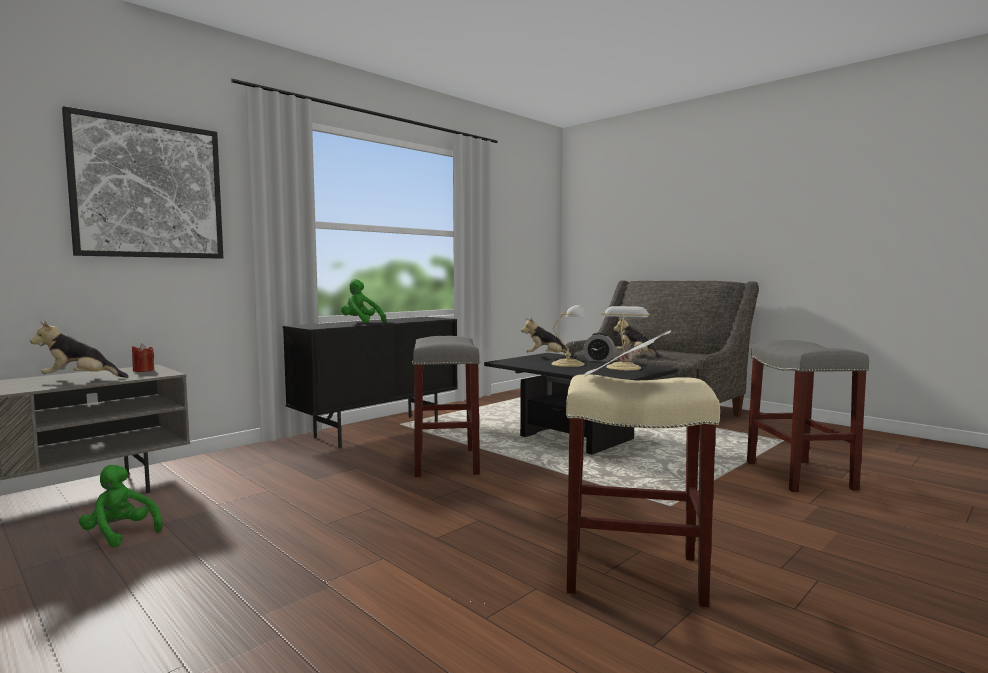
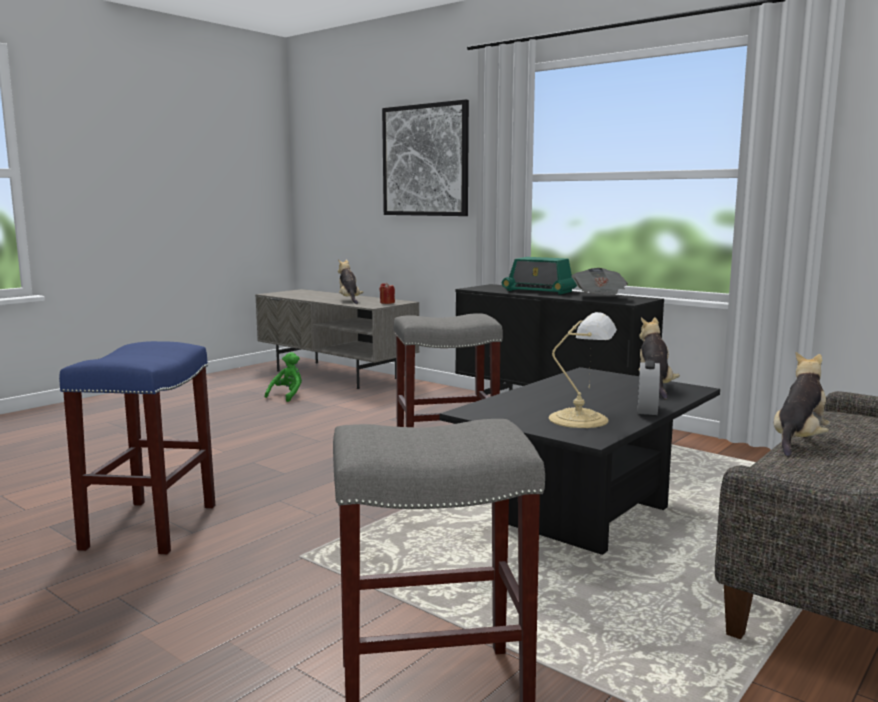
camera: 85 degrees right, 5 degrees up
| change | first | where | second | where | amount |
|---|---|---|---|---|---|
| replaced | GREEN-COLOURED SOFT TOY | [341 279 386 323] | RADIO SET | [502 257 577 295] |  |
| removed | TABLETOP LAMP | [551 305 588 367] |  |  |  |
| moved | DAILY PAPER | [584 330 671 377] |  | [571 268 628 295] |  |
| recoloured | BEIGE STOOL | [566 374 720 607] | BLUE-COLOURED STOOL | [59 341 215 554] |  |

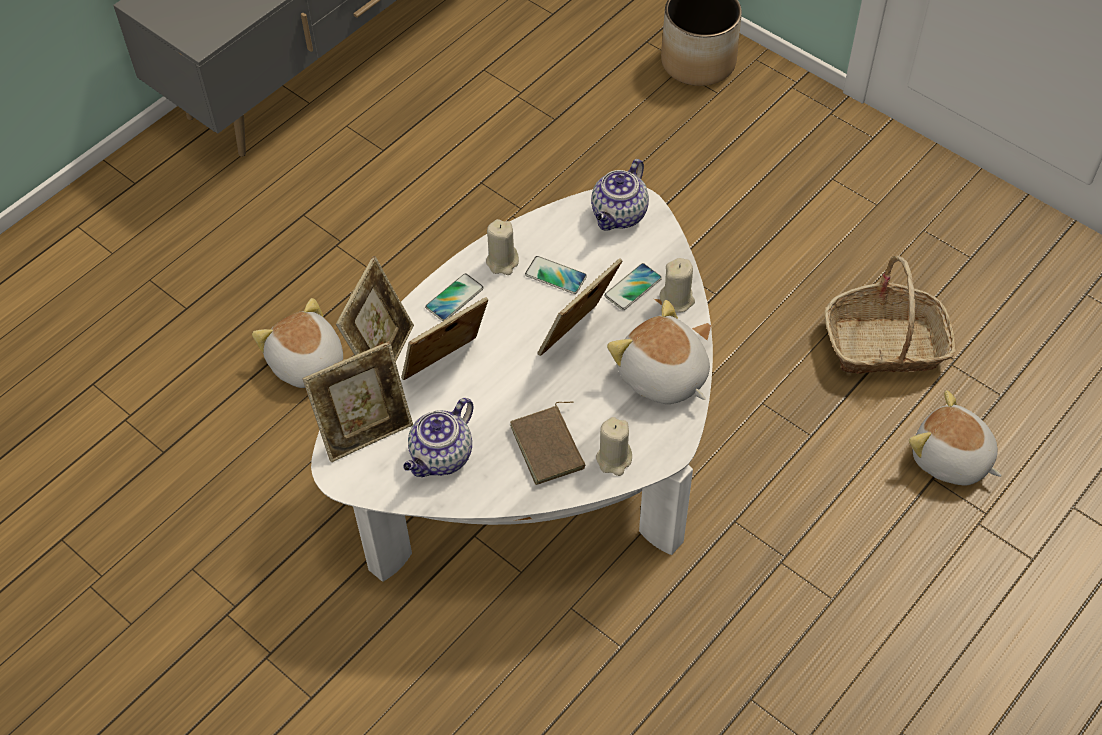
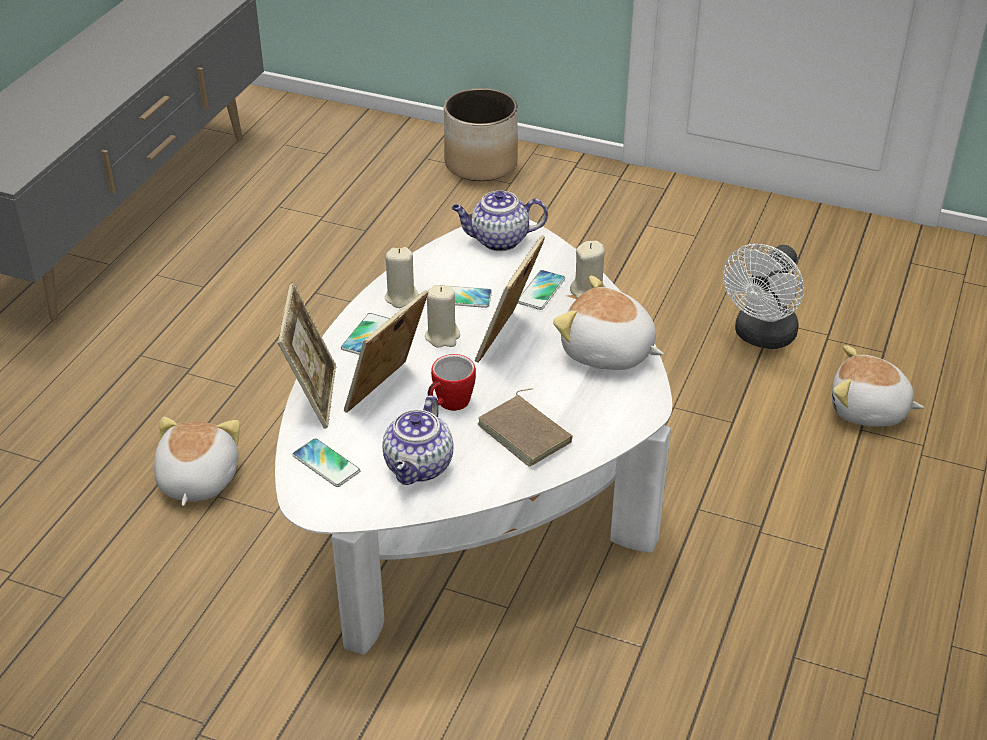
camera: 20 degrees left, 15 degrees down
| change | first | where | second | where | amount |
|---|---|---|---|---|---|
| turned | POT FOR TEA | [591 159 649 231] |  | [452 191 548 251] | 75 degrees clockwise |
| replaced | BASKET | [824 256 957 374] | WHITE FAN | [723 244 804 349] |  |
| turned | SOFT TOY | [252 298 343 388] |  | [154 417 240 506] | 60 degrees clockwise |
| replaced | PICTURE FRAME | [302 341 413 462] | PHONE | [293 438 360 487] |  |
| moved | BEIGE CANDLE | [596 417 632 476] |  | [425 285 460 348] |  |
| added |  |  | TEA MUG | [428 354 476 411] |  |

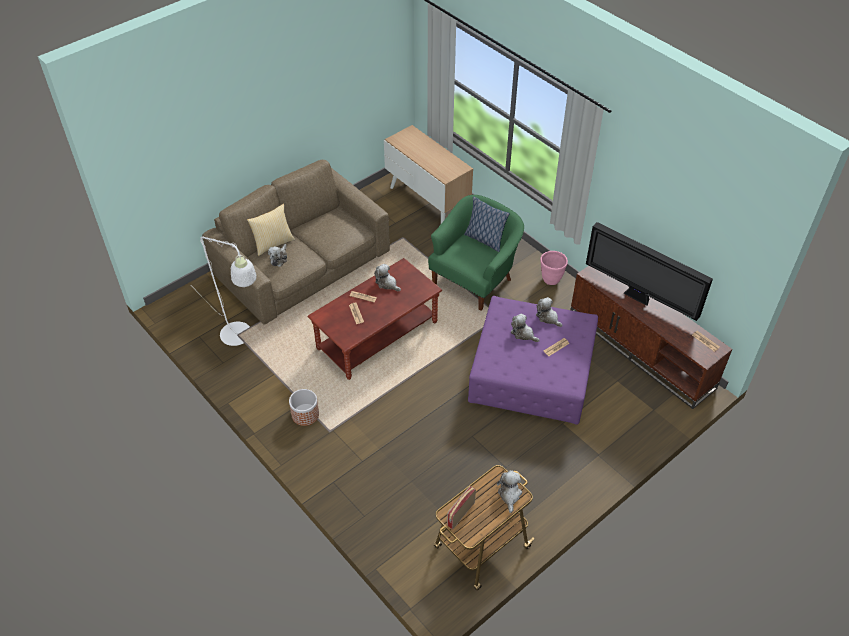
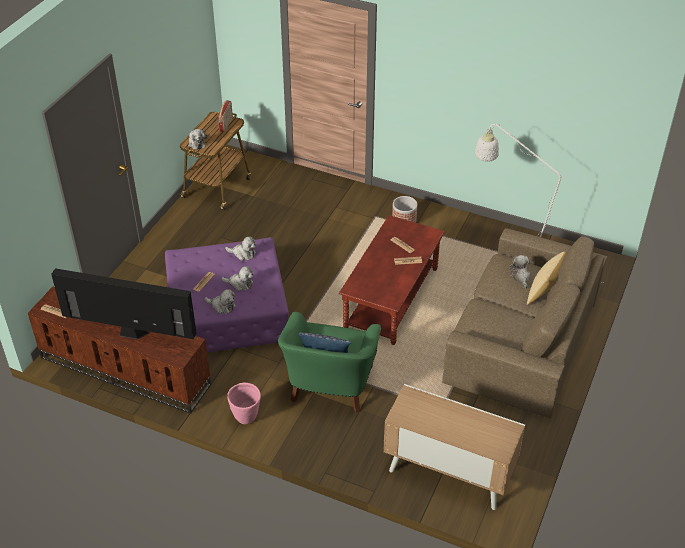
camera: 155 degrees right, 5 degrees down
| change | first | where | second | where | amount |
|---|---|---|---|---|---|
| moved | SOFT TOY | [374 264 401 291] |  | [225 236 256 261] |  |

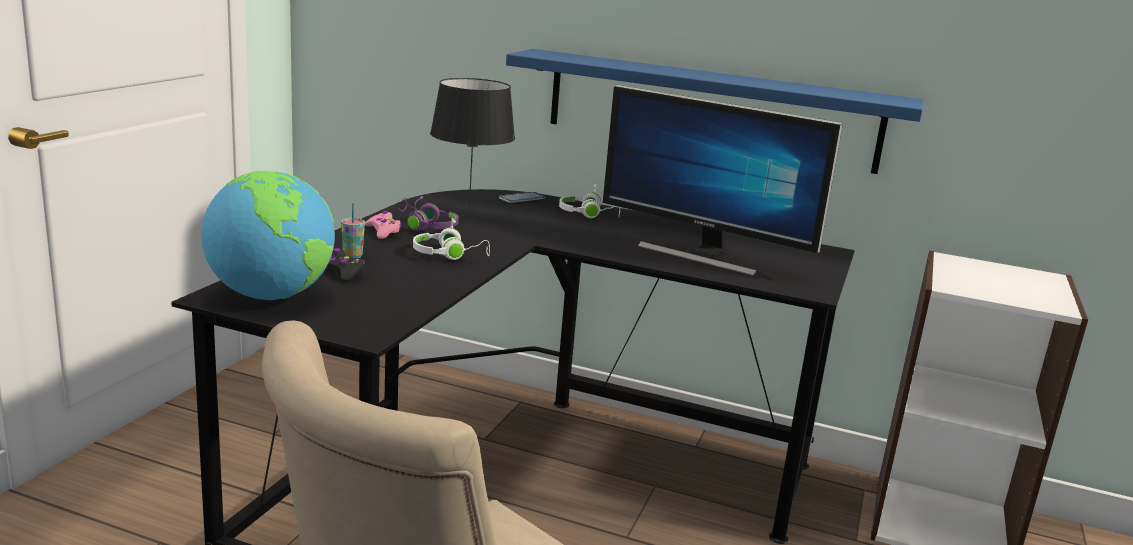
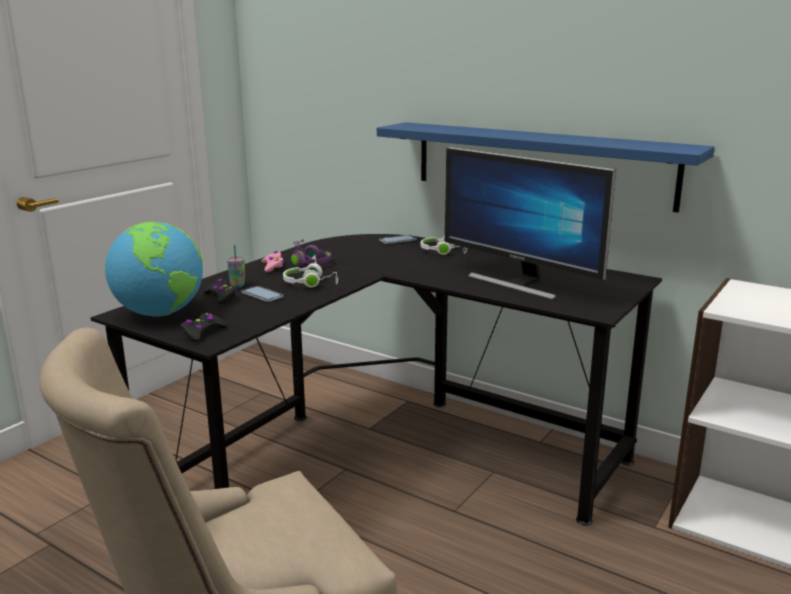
camera: 15 degrees right, 0 degrees up
| change | first | where | second | where | amount |
|---|---|---|---|---|---|
| removed | BLACK-COLOURED TABLETOP LAMP | [430 78 515 210] |  |  |  |
| added |  |  | PHONE | [242 286 283 302] |  |
| added |  |  | BLACK-COLOURED GAMEPAD | [181 312 227 342] |  |

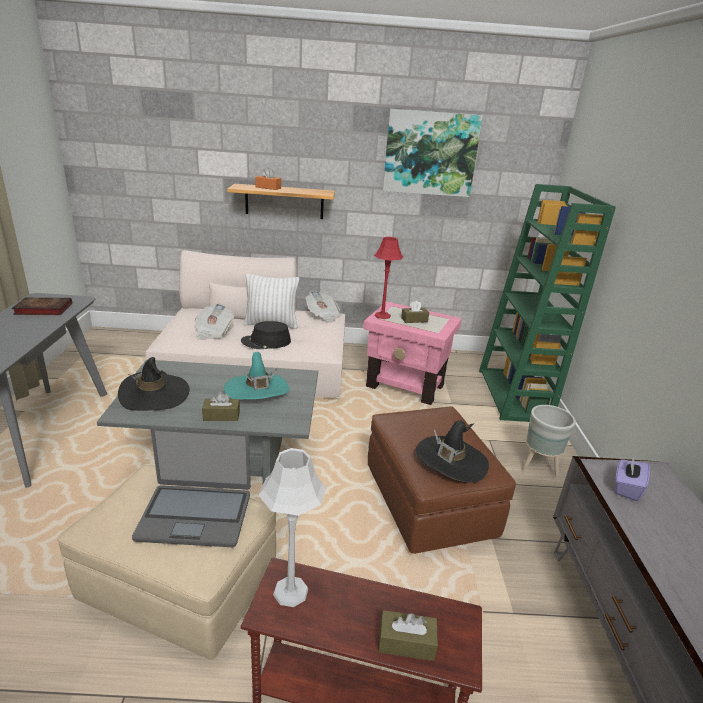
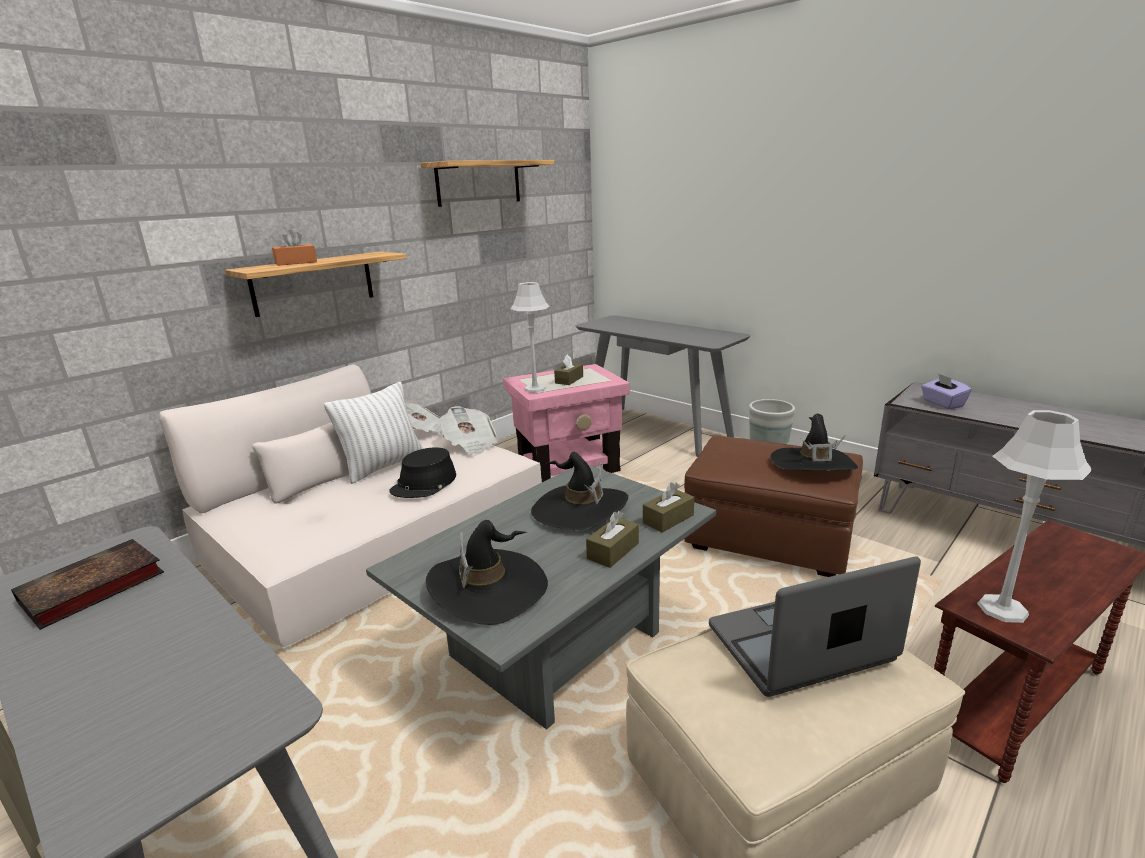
camera: 45 degrees left, 5 degrees down
| change | first | where | second | where | amount |
|---|---|---|---|---|---|
| replaced | PICTURE | [383 109 483 197] | SHELF | [420 160 554 207] |  |
| replaced | GREEN-COLOURED SHELVING UNIT | [479 184 616 422] | GRAY HALL TABLE | [576 315 750 457] |  |
| recoloured | REDDISH TABLETOP LAMP | [374 237 403 319] | GRAY TABLETOP LAMP | [510 282 549 392] |  |
| moved | DAILY PAPER | [194 303 234 340] |  | [440 406 498 456] |  |
| recoloured | TURQUOISE-COLOURED HAT | [224 352 290 400] | BLACK-COLOURED HAT | [531 452 628 530] |  |
| turned | PORTABLE COMPUTER | [132 427 251 547] |  | [709 556 921 697] | 150 degrees counterclockwise |
| moved | BROWN-COLOURED TISSUE HOLDER | [378 610 438 661] |  | [643 482 694 533] |  |

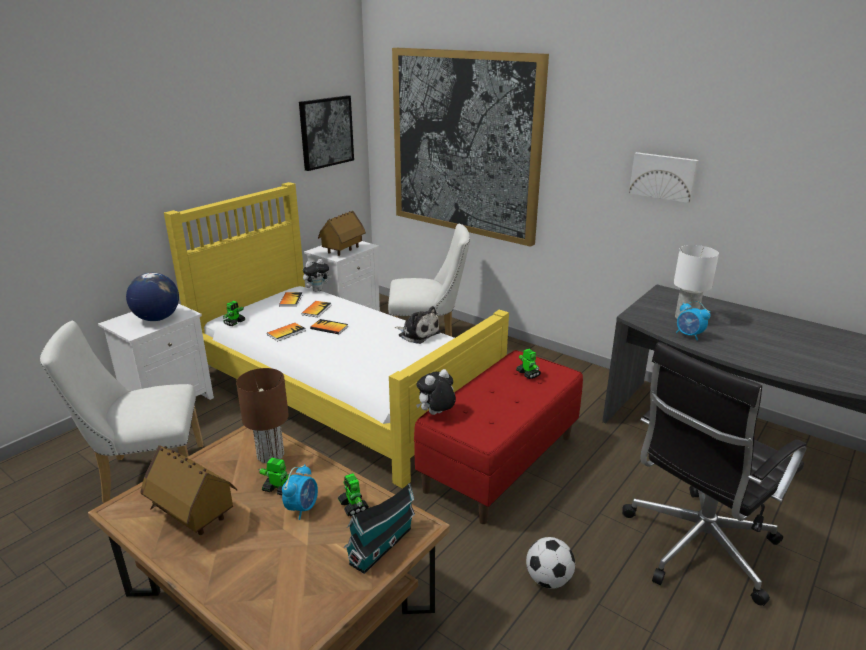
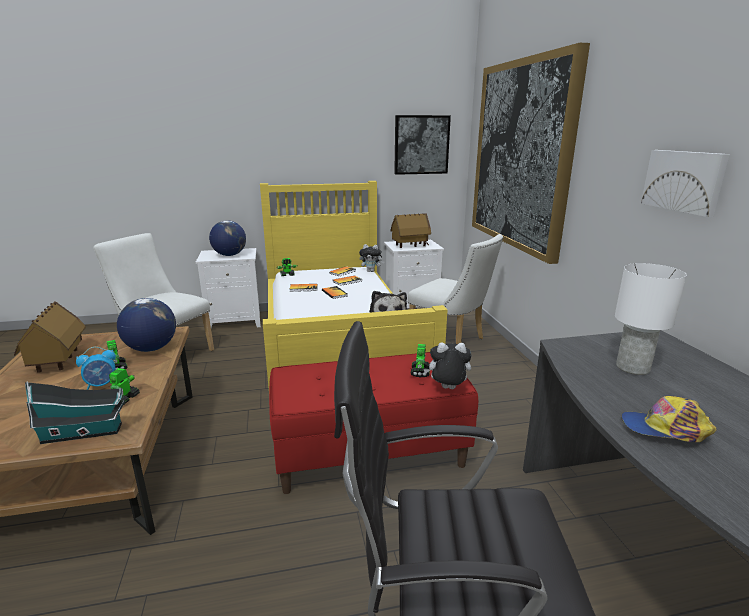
camera: 40 degrees right, 5 degrees down
| change | first | where | second | where | amount |
|---|---|---|---|---|---|
| removed | TABLE CLOCK | [676 301 710 340] |  |  |  |
| replaced | BROWN-COLOURED TABLETOP LAMP | [236 368 289 463] | WORLD GLOBE | [117 298 176 352] |  |
| moved | SOFT TOY | [416 369 456 415] |  | [424 342 472 389] |  |
| removed | FOOTBALL | [526 537 575 589] |  |  |  |
| added |  |  | CAP | [621 396 717 442] |  |

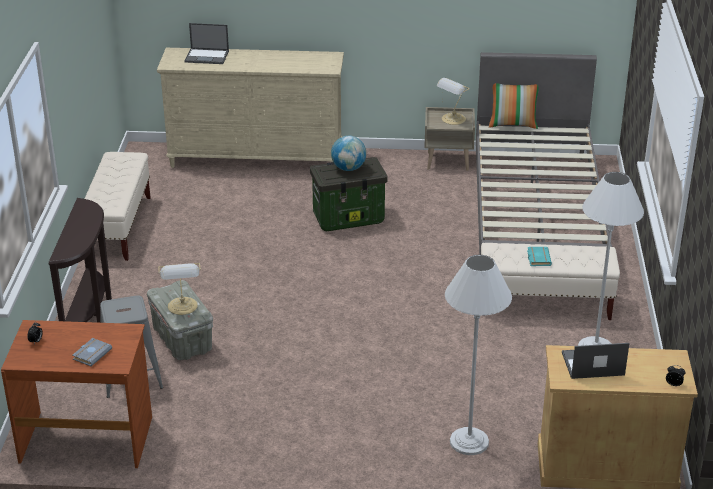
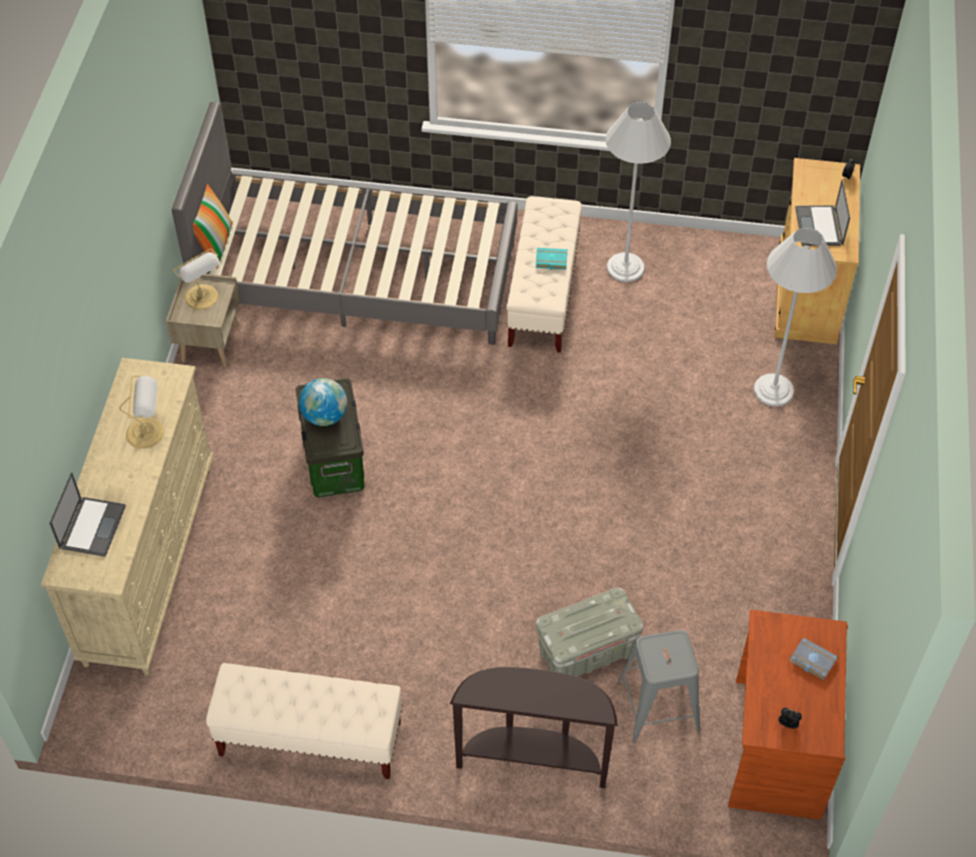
camera: 85 degrees left, 20 degrees up
| change | first | where | second | where | amount |
|---|---|---|---|---|---|
| moved | TABLETOP LAMP | [158 263 201 315] |  | [119 375 164 449] |  |

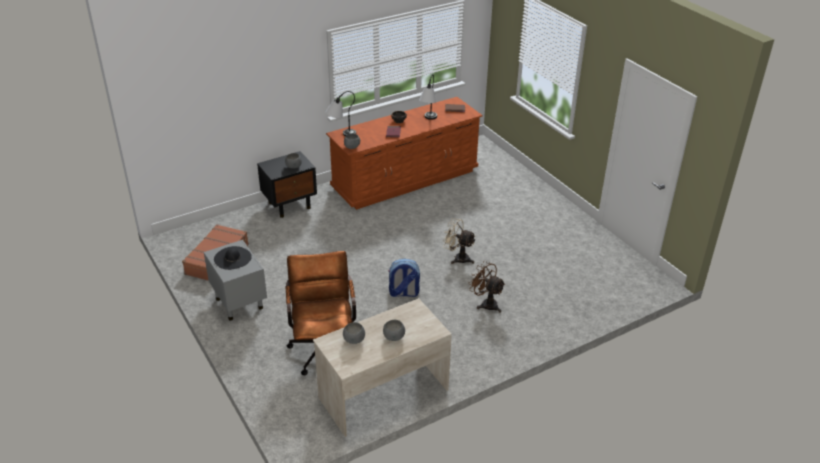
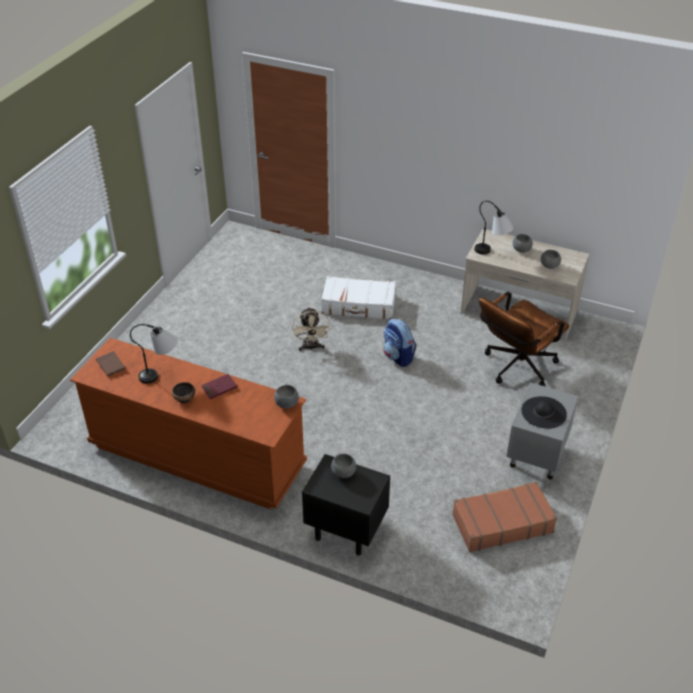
camera: 125 degrees left, 5 degrees up
| change | first | where | second | where | amount |
|---|---|---|---|---|---|
| moved | TABLETOP LAMP | [325 91 356 136] |  | [475 201 514 254] |  |
| replaced | BROWN-COLOURED FAN | [468 261 505 313] | WHITE PIECE OF LUGGAGE | [321 276 396 319] |  |

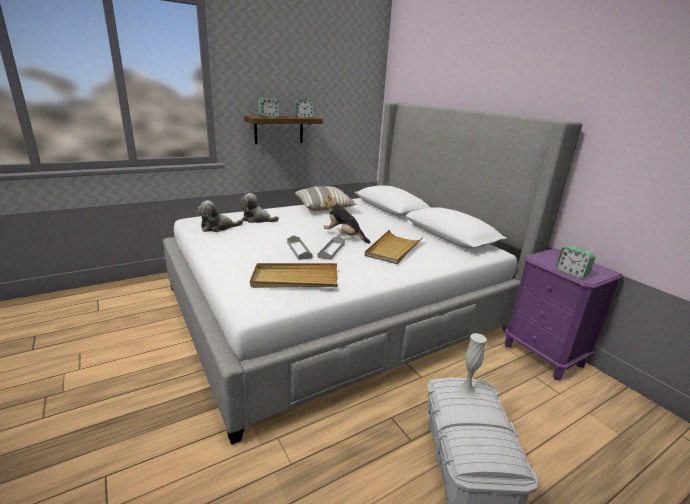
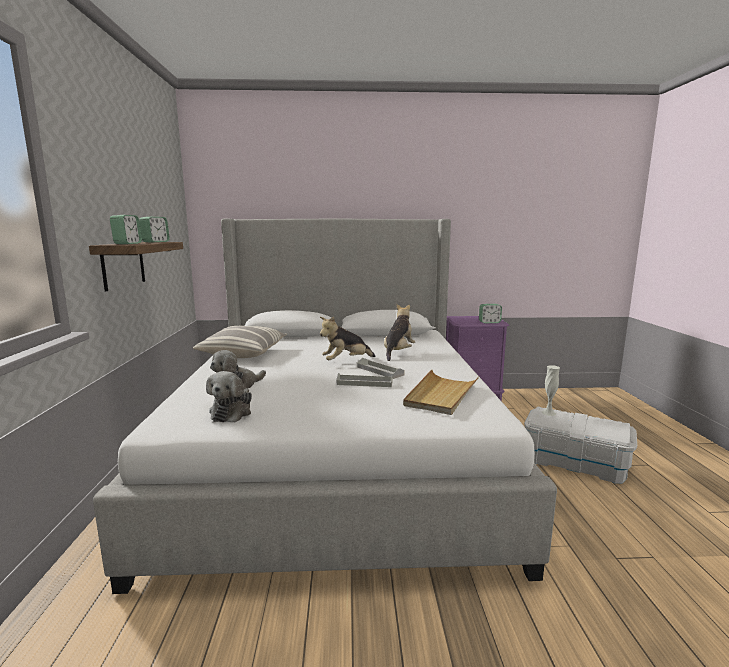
camera: 60 degrees left, 10 degrees down
| change | first | where | second | where | amount |
|---|---|---|---|---|---|
| replaced | BEIGE CARRYING TRAY | [365 230 423 264] | SOFT TOY | [384 304 415 361] |  |

